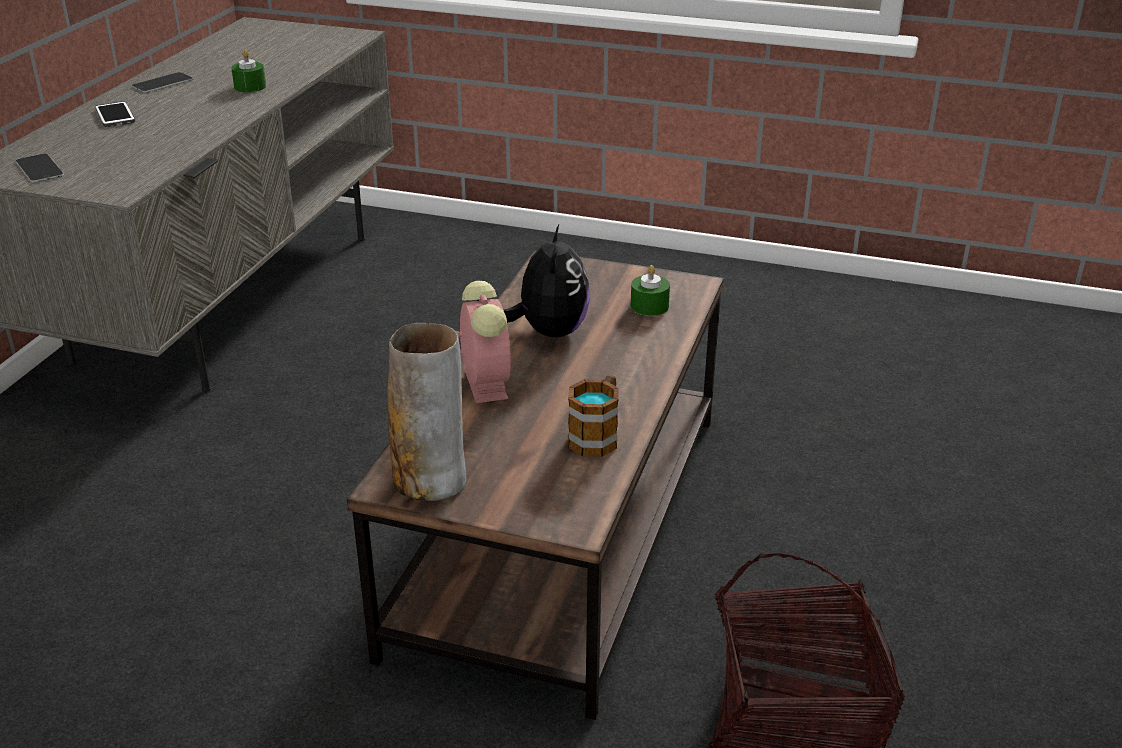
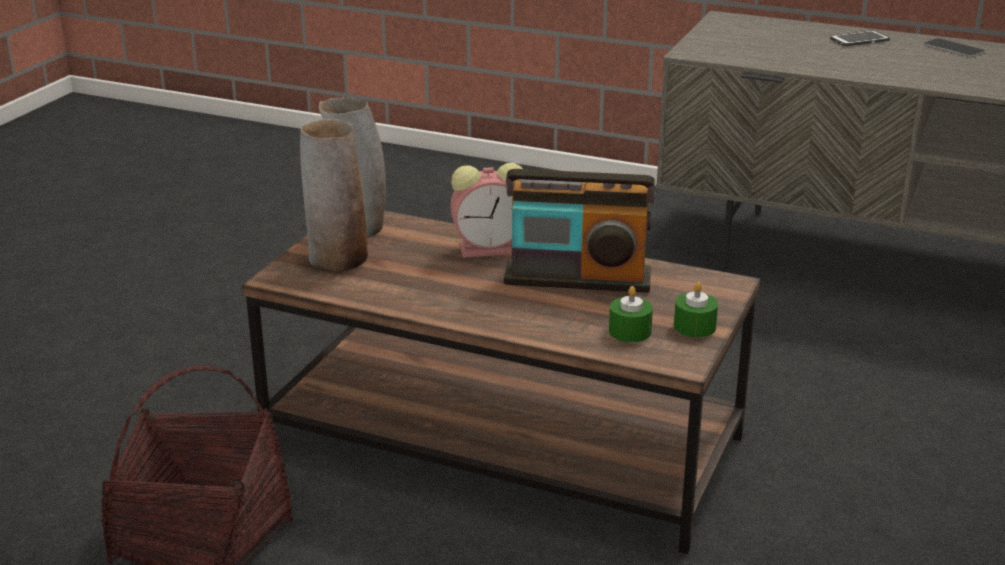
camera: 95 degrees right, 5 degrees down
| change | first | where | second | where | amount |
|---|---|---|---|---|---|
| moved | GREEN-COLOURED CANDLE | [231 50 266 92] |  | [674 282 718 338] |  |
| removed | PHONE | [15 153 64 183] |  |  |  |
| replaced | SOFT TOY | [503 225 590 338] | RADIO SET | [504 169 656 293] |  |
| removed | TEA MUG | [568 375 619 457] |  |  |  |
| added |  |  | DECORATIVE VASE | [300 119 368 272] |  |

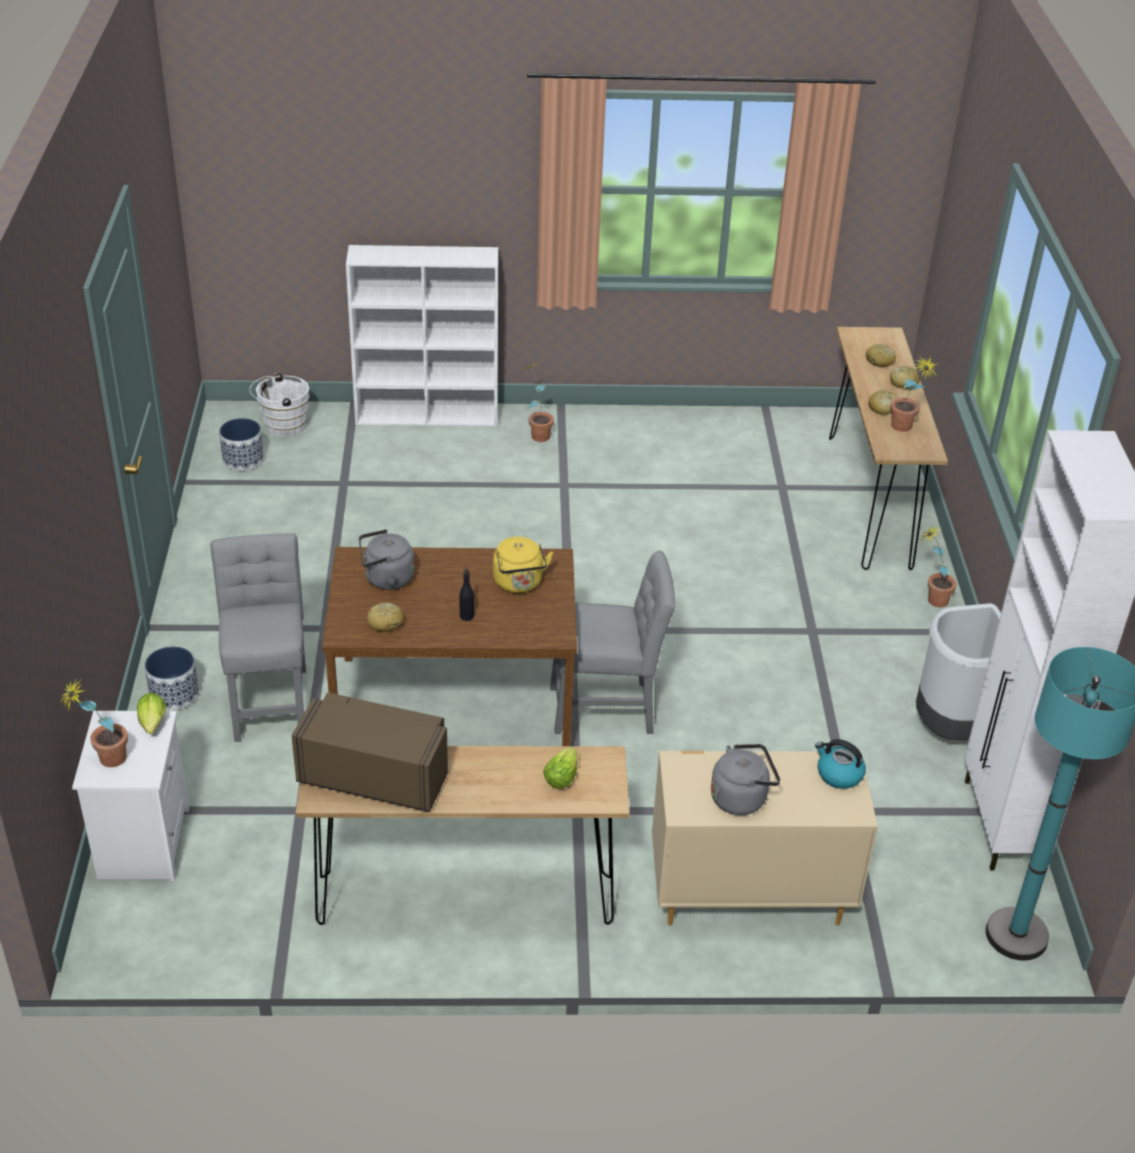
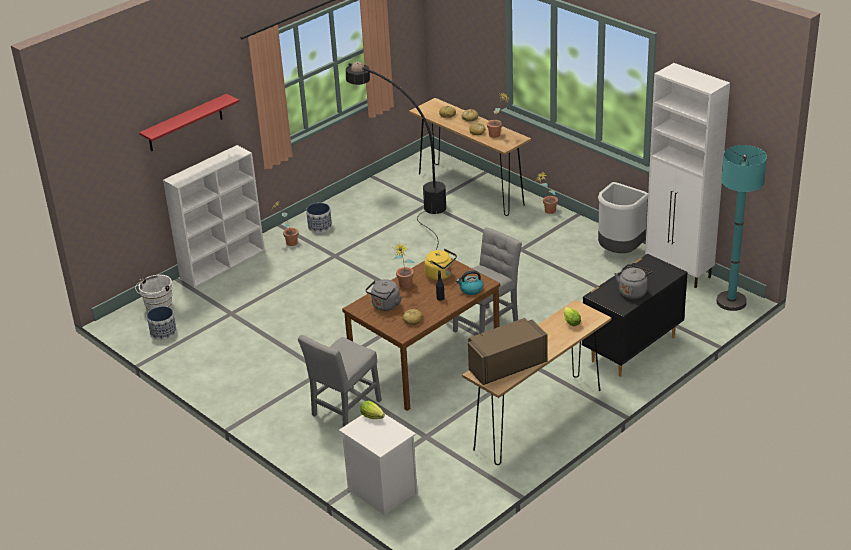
camera: 40 degrees left, 5 degrees down
| change | first | where | second | where | amount |
|---|---|---|---|---|---|
| turned | GRAY CHAIR | [210 533 306 742] |  | [298 335 382 427] | 90 degrees counterclockwise |
| moved | PLANTER | [145 646 199 710] |  | [306 203 332 233] |  |
| moved | PLANT IN A POT | [60 680 128 767] |  | [392 241 415 288] |  |
| moved | KETTLE | [815 739 866 789] |  | [456 270 483 295] |  |
| recoloured | BEIGE CHEST OF DRAWERS | [652 751 878 926] | BLACK-COLOURED CHEST OF DRAWERS | [582 254 688 377] |  |
| added |  |  | BLACK-COLOURED FLOOR LAMP | [346 62 446 250] |  |
| added |  |  | REDDISH SHELF | [139 94 239 152] |  |

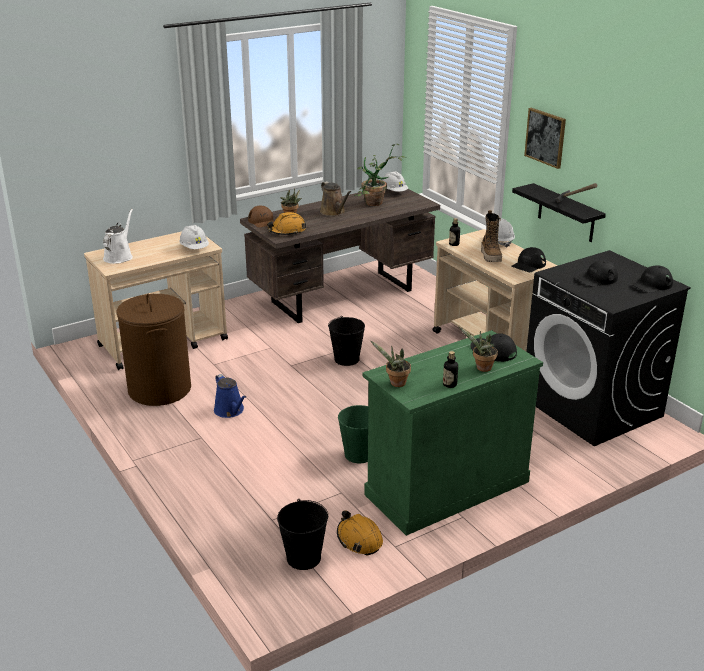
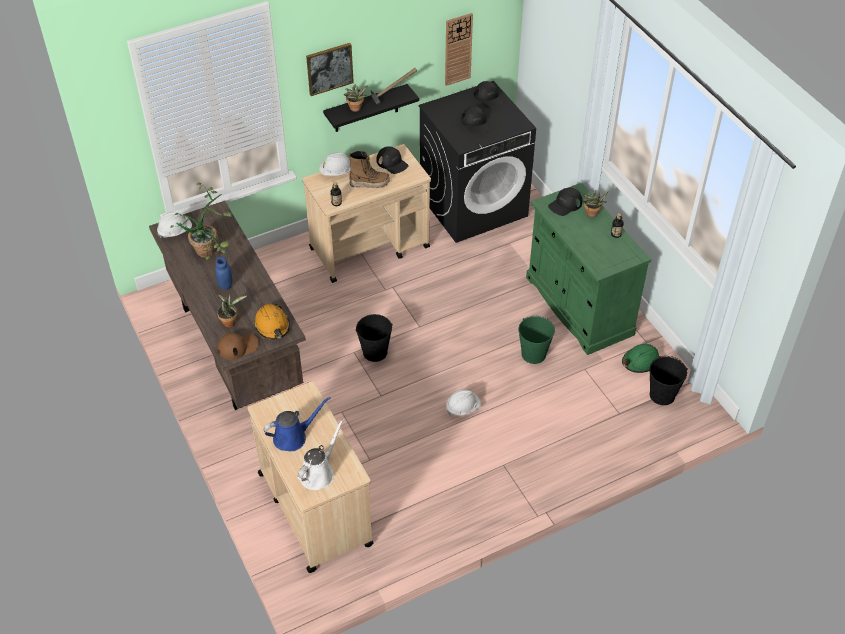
camera: 85 degrees left, 20 degrees up
| change | first | where | second | where | amount |
|---|---|---|---|---|---|
| replaced | BROWN-COLOURED WATERING CAN | [320 181 352 216] | BLUE-COLOURED JAR | [215 257 232 290] |  |
| turned | WHITE WATERING CAN | [103 209 133 264] |  | [298 419 344 490] | 105 degrees clockwise |
| moved | WHITE HARD HAT | [179 225 209 249] |  | [446 389 481 415] |  |
| removed | BROWN-COLOURED LAUNDRY BASKET | [116 293 191 406] |  |  |  |
| moved | PLANT IN A POT | [370 340 411 387] |  | [344 84 368 112] |  |
| moved | BLUE-COLOURED WATERING CAN | [214 374 246 418] |  | [263 397 330 451] |  |
| recoloured | ORANGE HARD HAT | [337 510 383 556] | GREEN-COLOURED HARD HAT | [622 344 660 373] |  |
| added |  |  | WALL CLOCK | [445 13 473 86] |  |

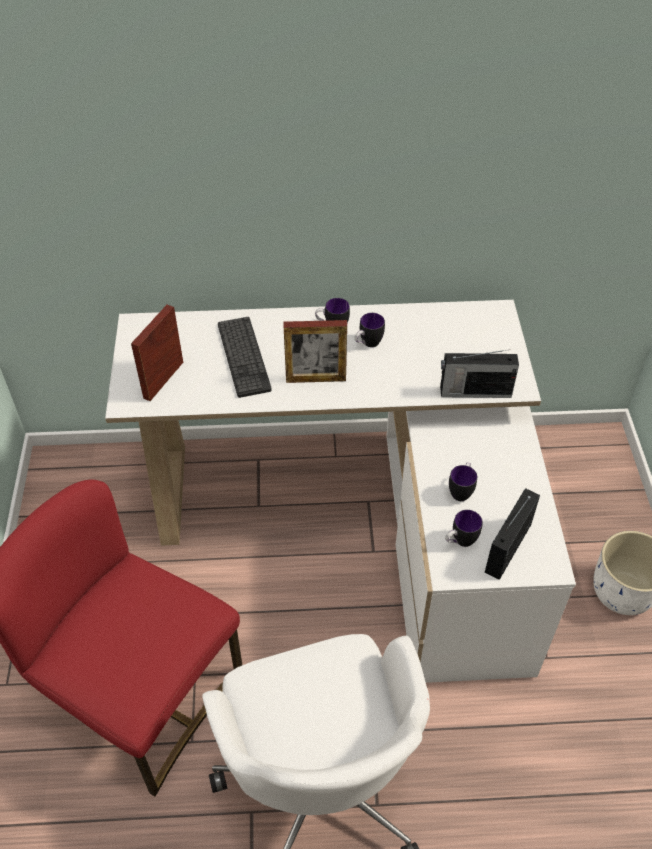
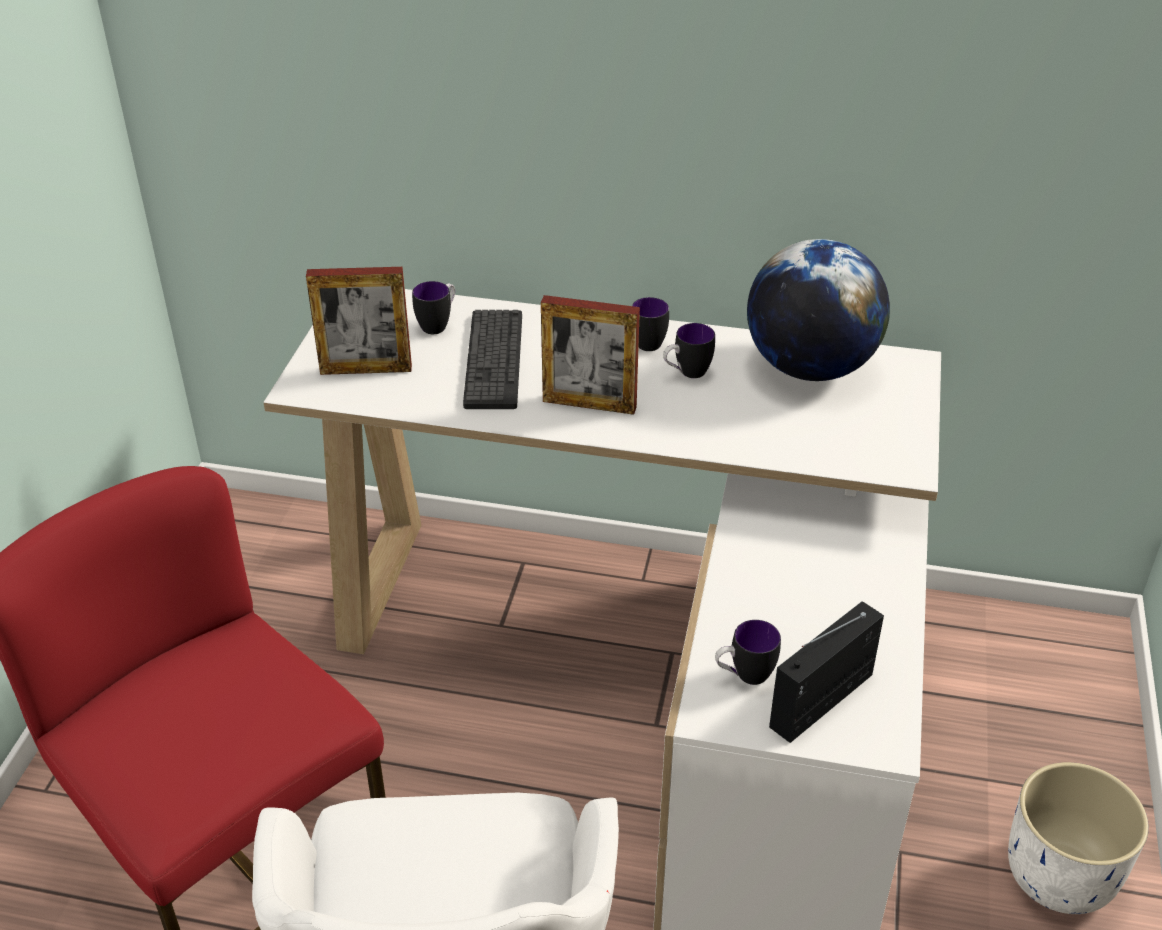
camera: 15 degrees right, 10 degrees down
| change | first | where | second | where | amount |
|---|---|---|---|---|---|
| turned | PICTURE FRAME | [131 305 183 401] |  | [306 267 412 375] | 135 degrees counterclockwise |
| removed | RADIO SET | [440 350 519 398] |  |  |  |
| moved | TEA MUG | [449 462 477 501] |  | [412 281 455 334] |  |
| added |  |  | WORLD GLOBE | [747 239 890 381] |  |

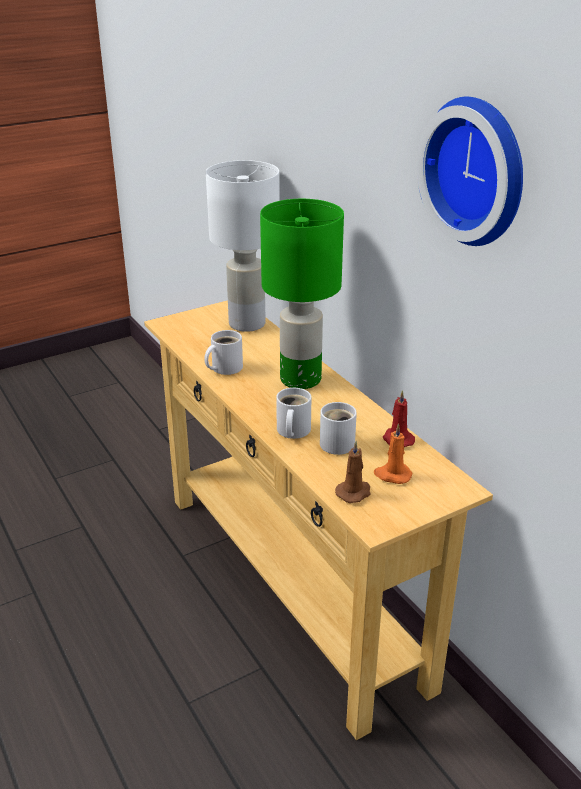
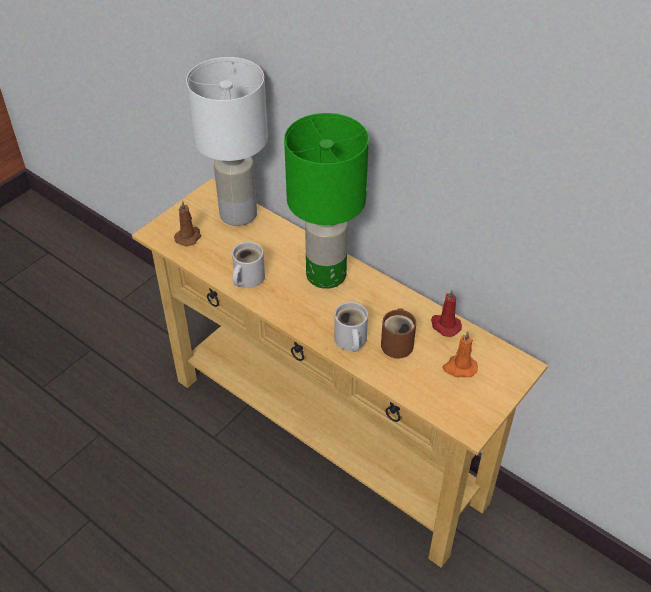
camera: 20 degrees left, 15 degrees up
| change | first | where | second | where | amount |
|---|---|---|---|---|---|
| removed | WALL CLOCK | [417 96 523 246] |  |  |  |
| recoloured | WHITE TEA MUG | [320 402 357 455] | BROWN-COLOURED TEA MUG | [381 308 416 359] |  |
| moved | BROWN-COLOURED CANDLE | [335 441 371 503] |  | [174 200 201 246] |  |

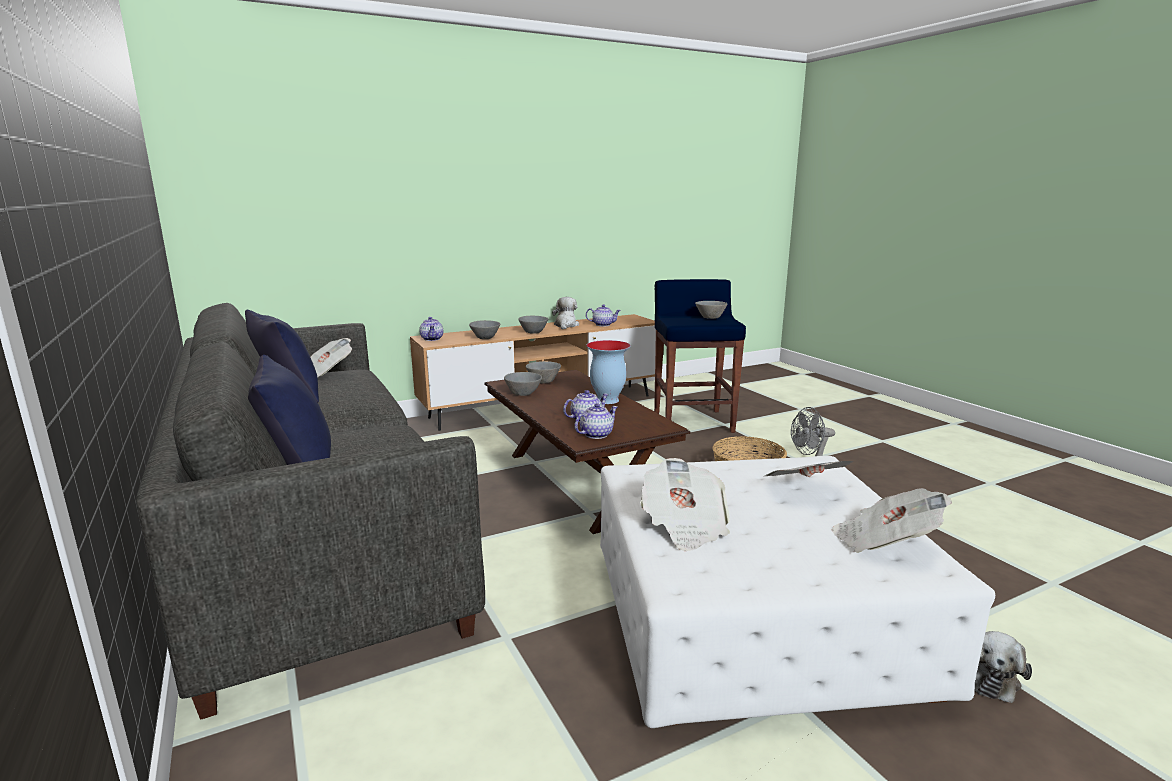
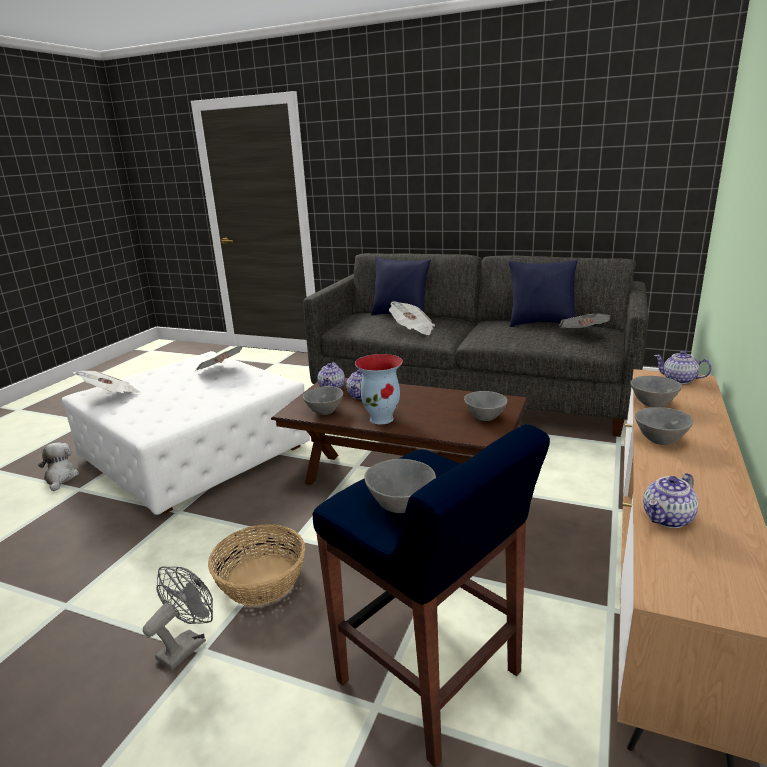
camera: 140 degrees right, 5 degrees up
| change | first | where | second | where | amount |
|---|---|---|---|---|---|
| removed | SOFT TOY | [552 297 579 329] |  |  |  |
| moved | GRAY SERVING BOWL | [504 372 542 396] |  | [303 386 343 415] |  |
| moved | DAILY PAPER | [767 461 853 477] |  | [389 301 435 335] |  |

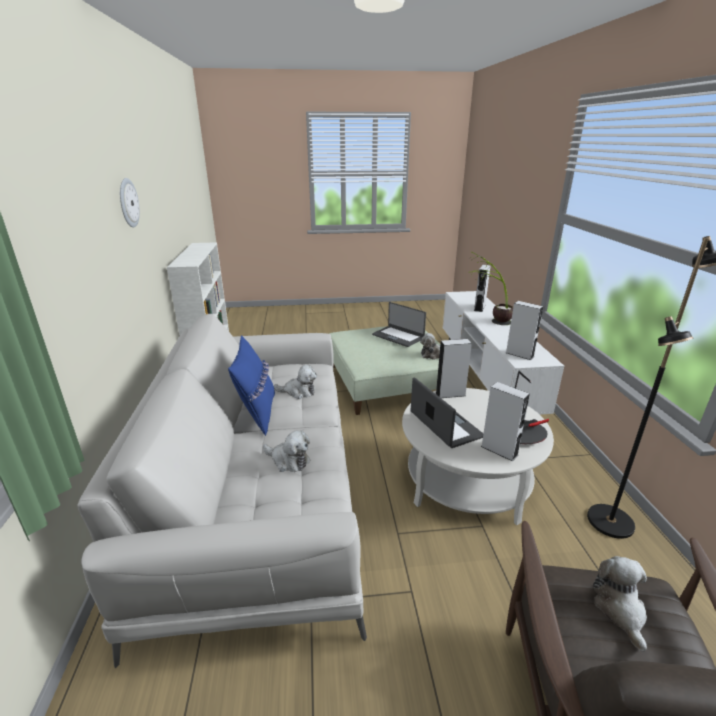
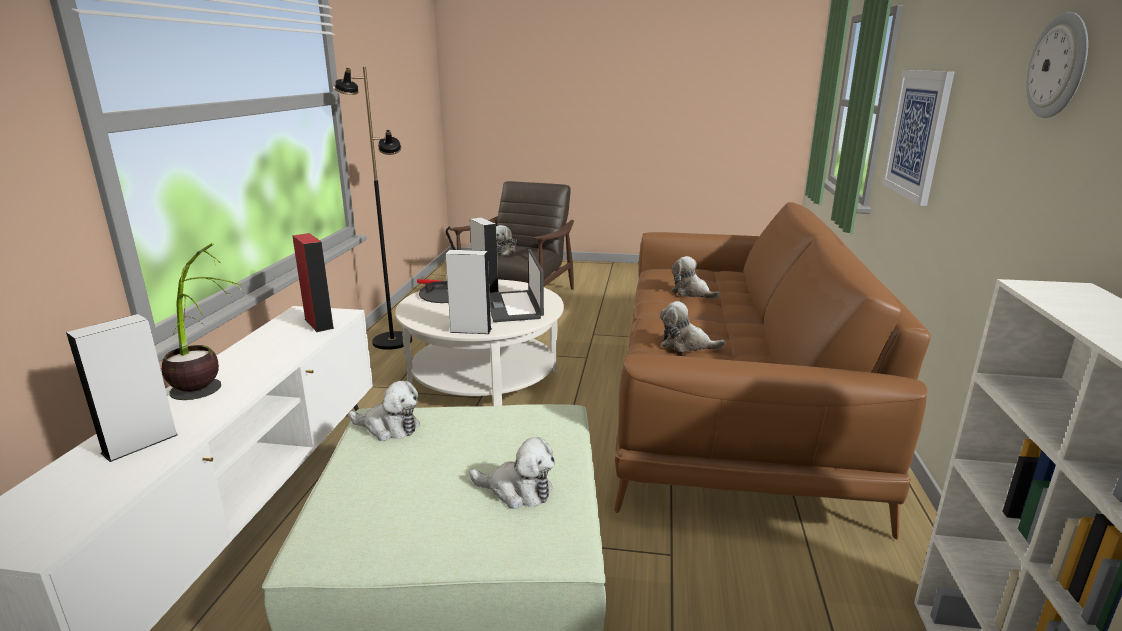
camera: 165 degrees left, 5 degrees down
| change | first | where | second | where | amount |
|---|---|---|---|---|---|
| recoloured | GRAY SPEAKER | [506 301 543 360] | REDDISH SPEAKER | [292 233 334 332] |  |
| removed | PORTABLE COMPUTER | [372 302 426 347] |  |  |  |
| recoloured | WHITE SETTEE | [77 314 367 668] | BROWN-COLOURED SETTEE | [614 202 931 540] |  |
| removed | BLUE-COLOURED CUSHION | [228 335 275 436] |  |  |  |
| added |  |  | PICTURE | [882 70 954 206] |  |
| added |  |  | SOFT TOY | [469 437 555 509] |  |

